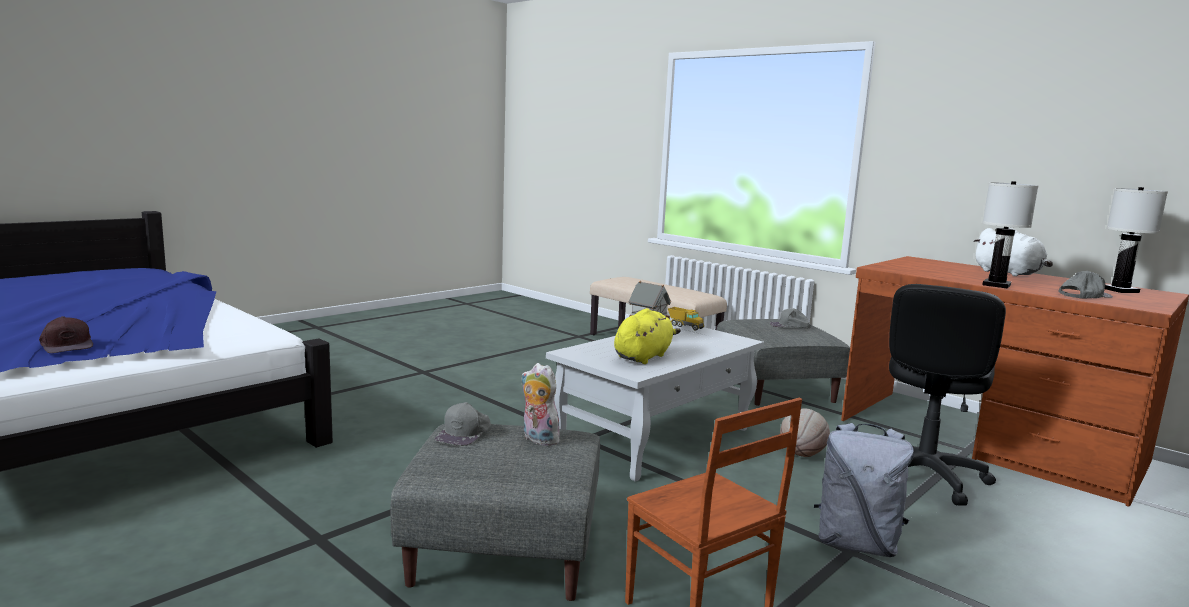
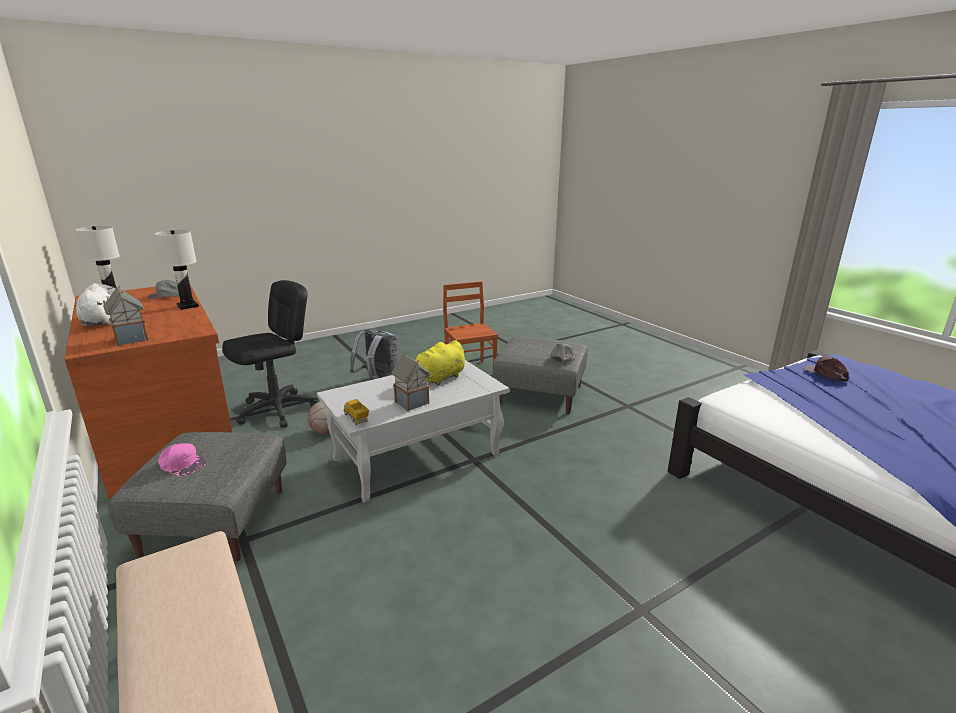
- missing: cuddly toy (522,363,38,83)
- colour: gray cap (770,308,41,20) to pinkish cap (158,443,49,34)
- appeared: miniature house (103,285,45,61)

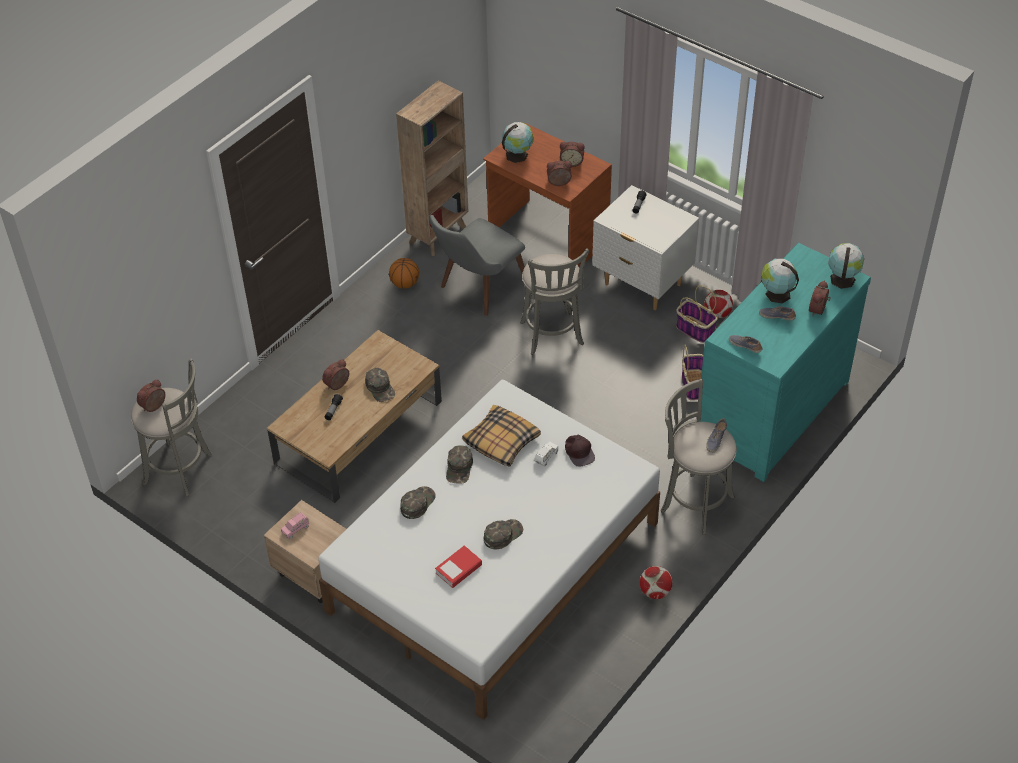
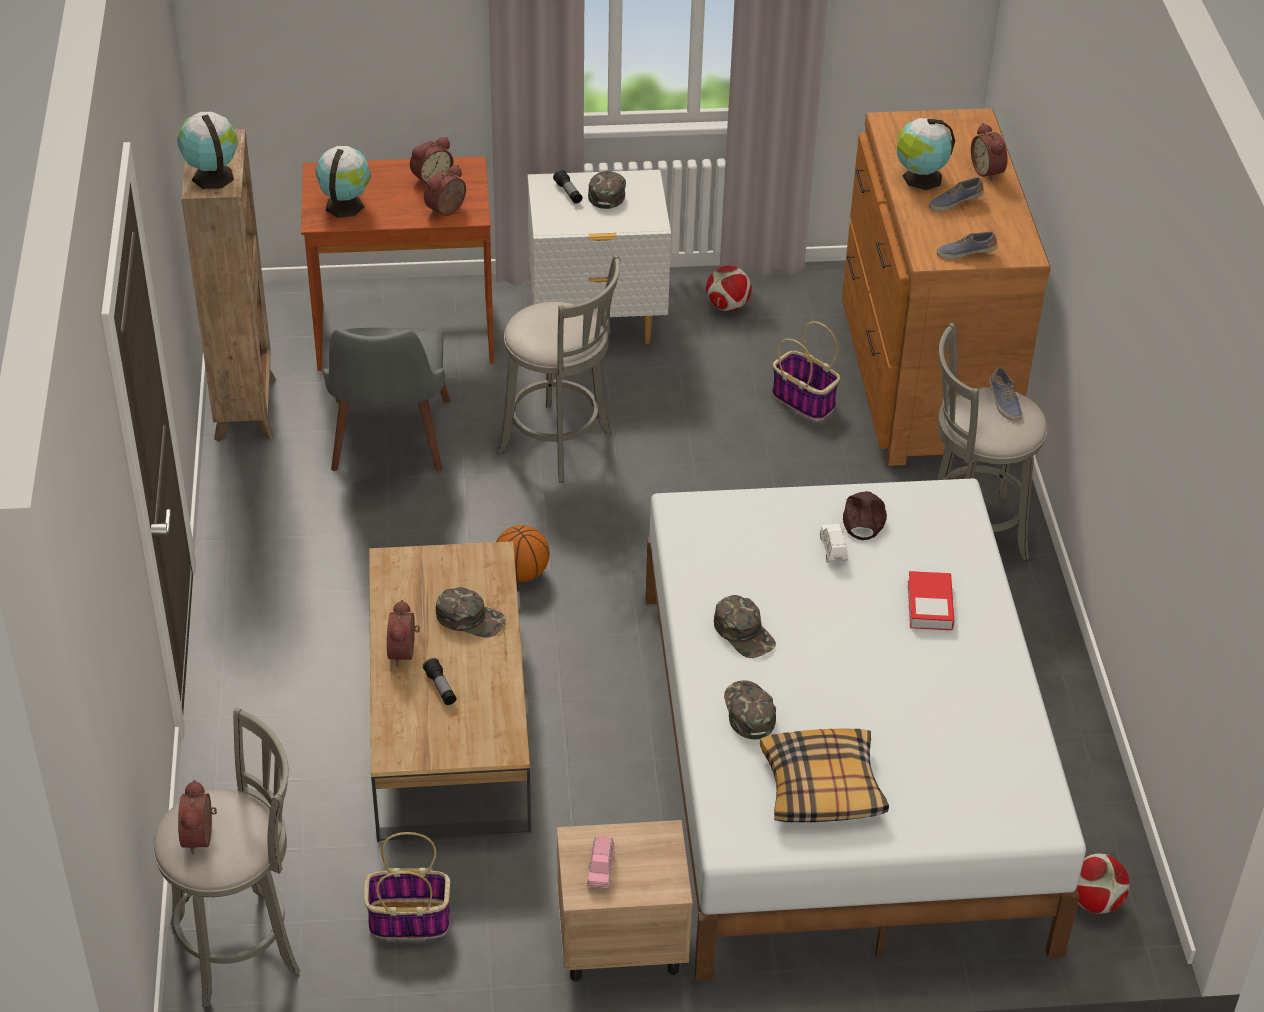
- relocated: basketball ball (389,258,30,31) to (496,525,54,57)
- relocated: bound book (435,546,47,42) to (908,571,46,59)
- relocated: cushion (462,405,79,62) to (760,729,129,93)
- relocated: green cap (484,519,39,30) to (588,171,38,38)
- spun: brown cap (565,435,30,32) = (843,491,44,49) 105 degrees counterclockwise
- relocated: football (640,566,33,33) to (1076,854,53,59)
- relocated: basket (676,285,42,58) to (364,832,86,107)
- colour: turquoise-coloured chest of drawers (701,243,170,239) to brown chest of drawers (842,108,209,358)
- relocated: globe (828,243,36,46) to (177,112,61,77)

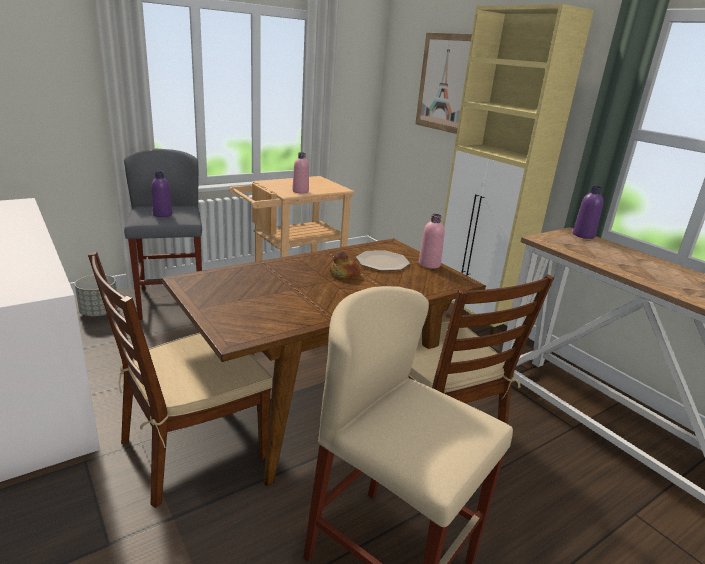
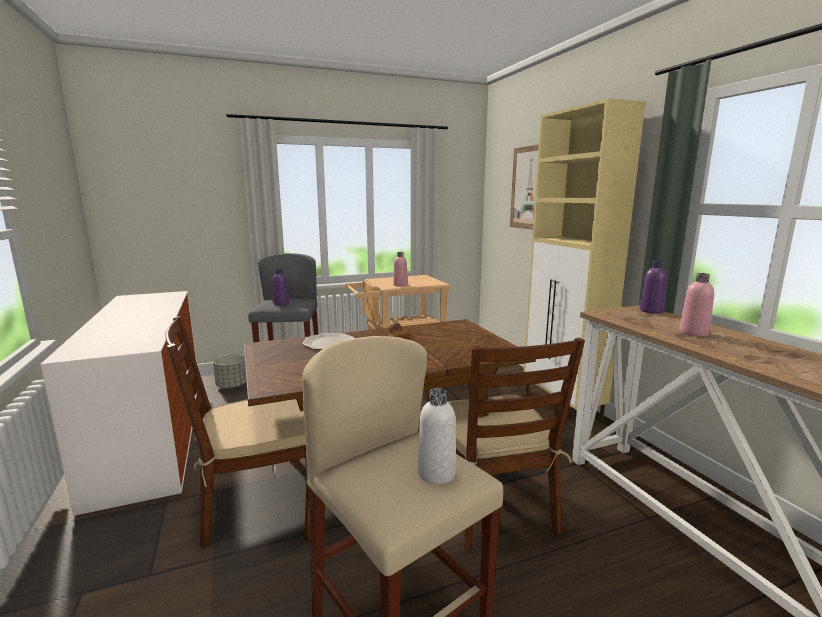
- relocated: dinner plate (356,250,54,21) to (302,333,52,16)
- relocated: pinkish beverage bottle (419,214,26,55) to (679,273,35,63)
- appeared: white-coloured beverage bottle (418,388,38,96)

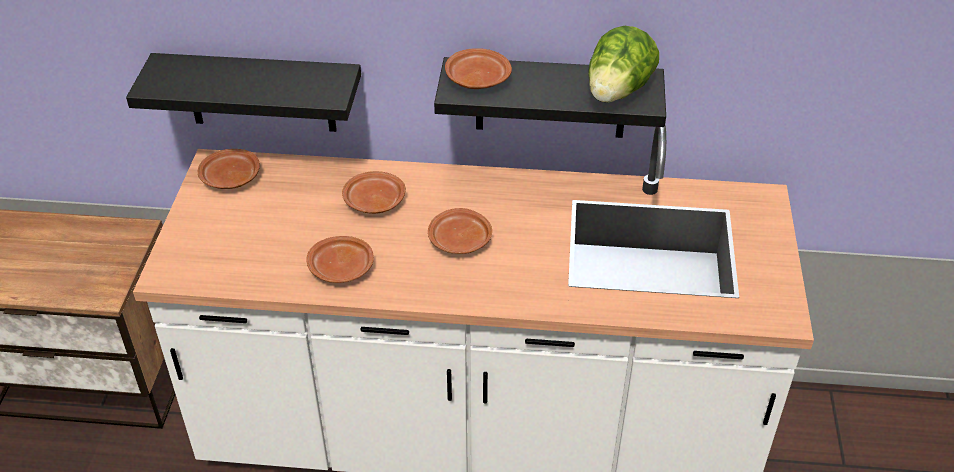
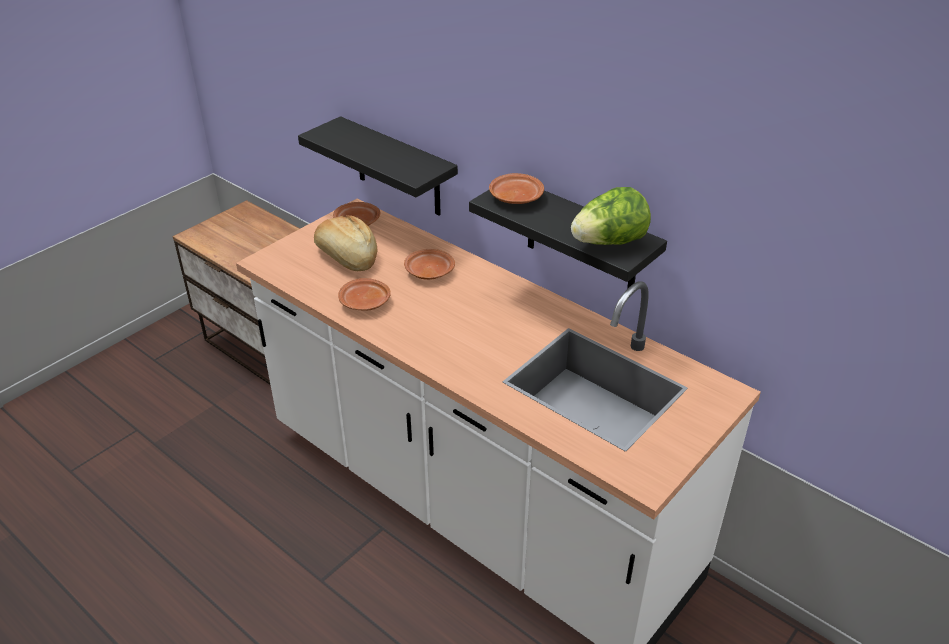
- missing: brown dinner plate (428,208,64,46)
- appeared: bread (314,215,63,56)

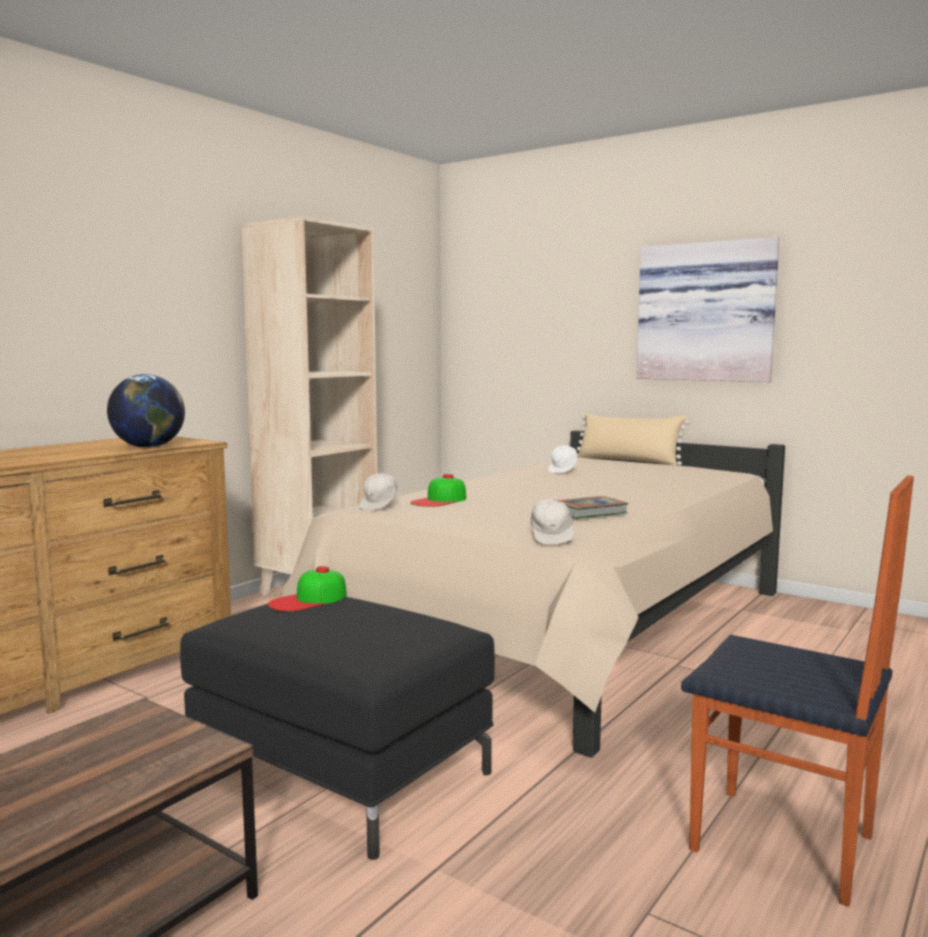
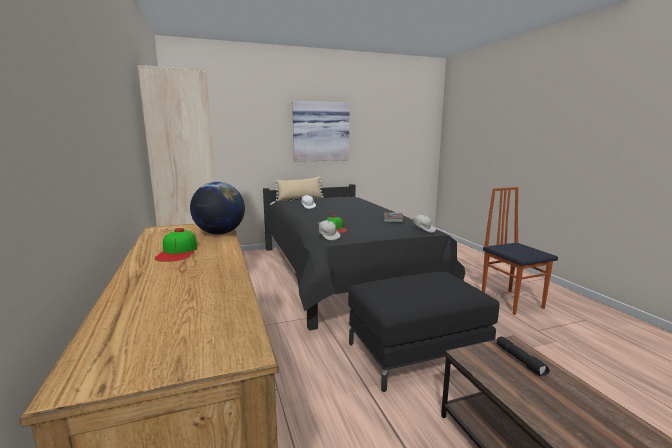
- relocated: cap (268,566,79,45) to (155,228,42,34)
- colour: beige sleeping bed (283,430,502,328) to blackish sleeping bed (263,184,202,147)
- spun: chair (681,475,233,432) = (482,187,76,128) 90 degrees counterclockwise
- appeared: blackish flashlight (497,336,53,40)

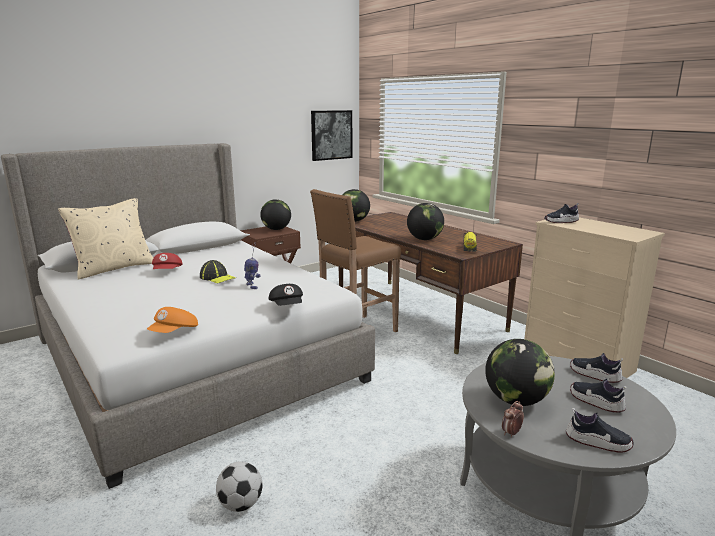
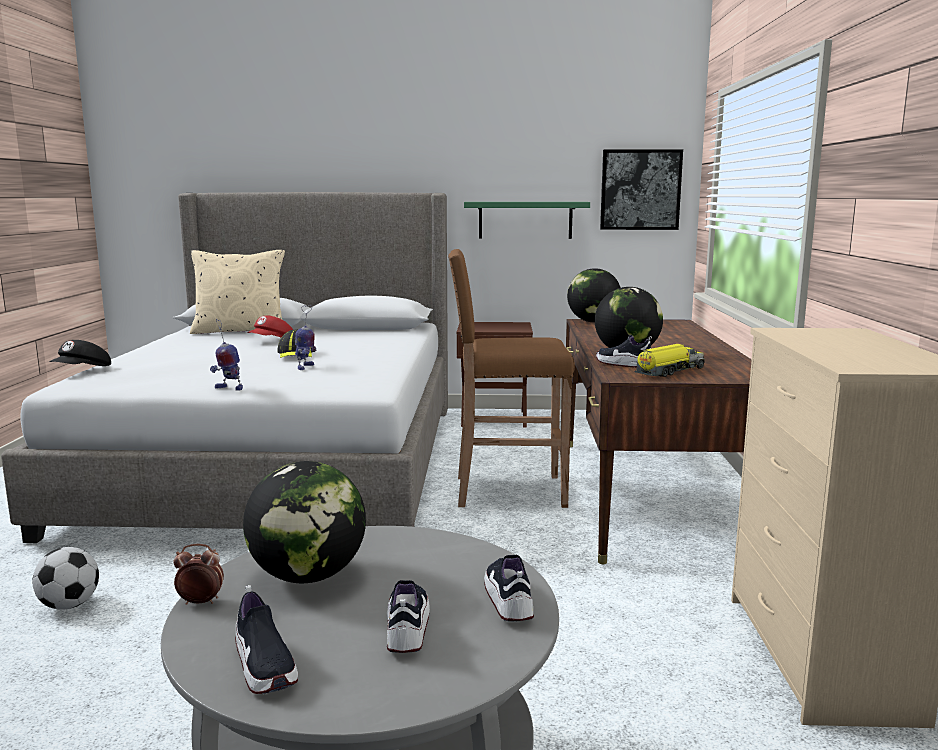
- missing: orangey cap (147,307,51,26)
- missing: globe (260,199,31,31)
- relocated: blackish cap (269,284,34,22) to (49,340,62,26)
- relocated: item of footwear (544,203,35,20) to (596,335,56,33)
- appeared: toy robot (210,319,33,72)
- appeared: green wall shelf (464,202,126,37)

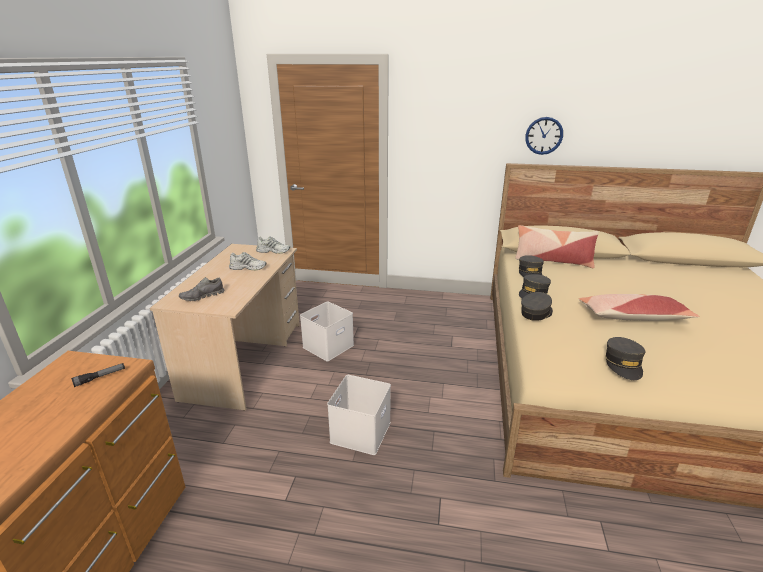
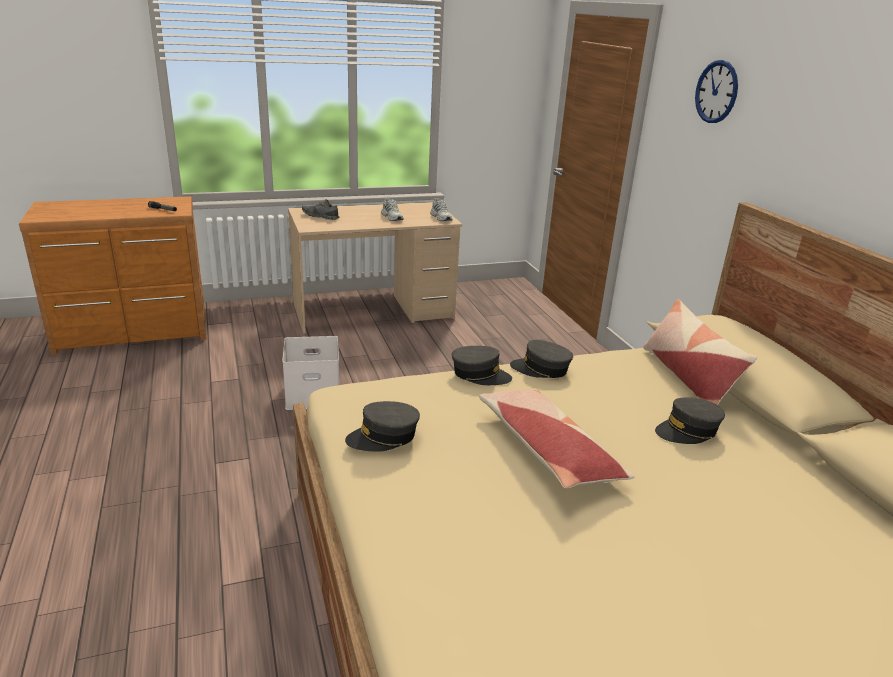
- missing: white-coloured storage container (300,301,54,60)
- relocated: gray cap (519,255,25,22) to (655,398,70,46)
- relocated: wall clock (525,117,38,38) to (695,60,43,63)

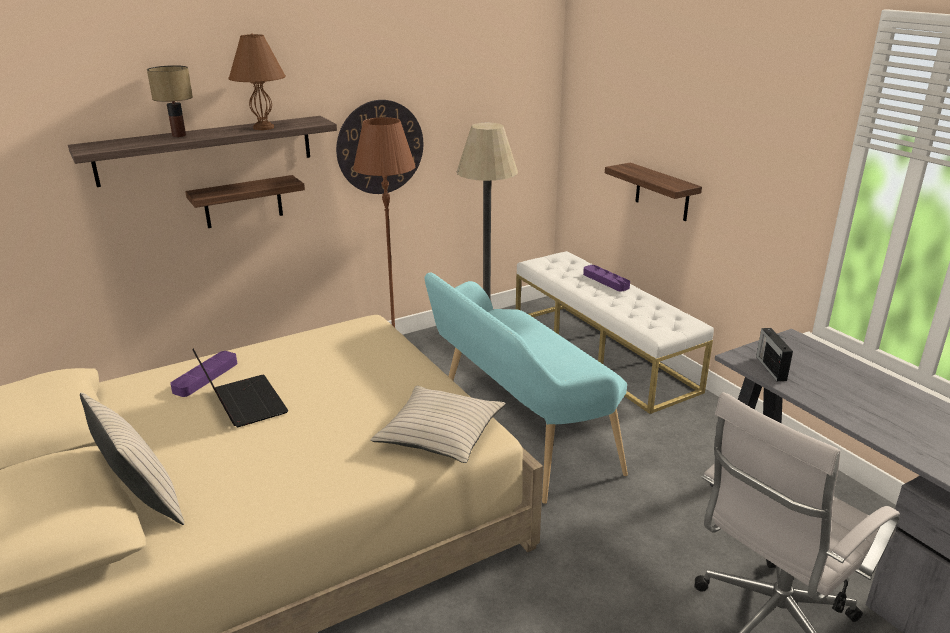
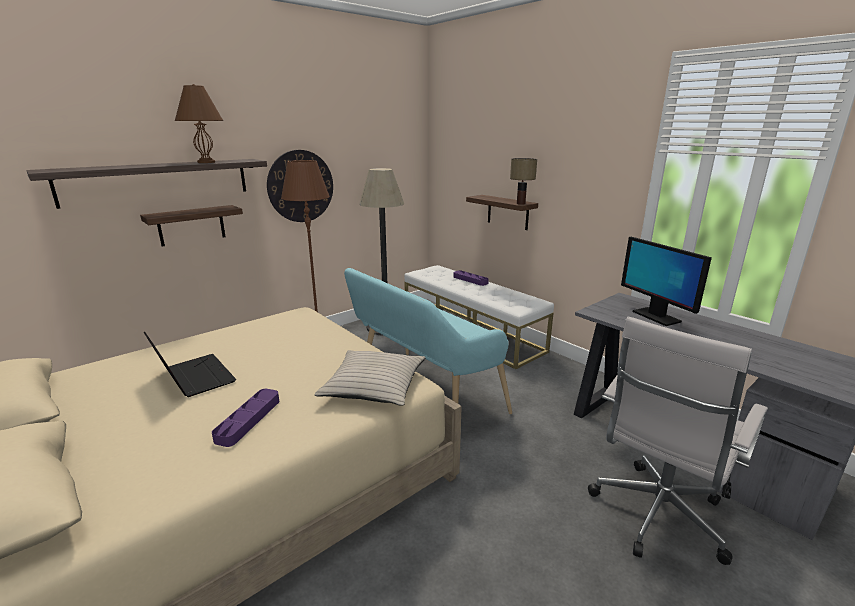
- missing: beige cushion (80,393,105,132)
- relocated: tabletop lamp (147,65,46,72) to (510,158,27,47)
- relocated: purple carrying tray (170,351,67,46) to (212,389,67,58)
- missing: radio receiver (756,328,37,53)
- appeared: monitor (621,237,91,89)

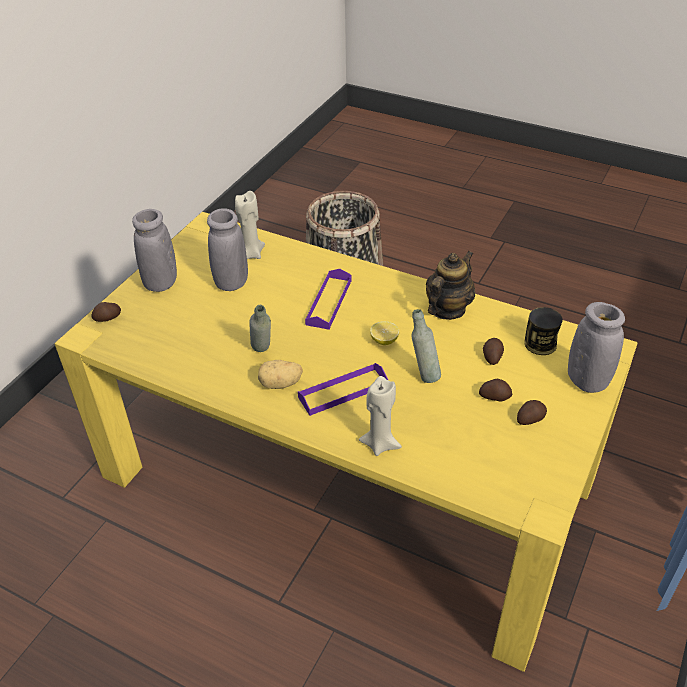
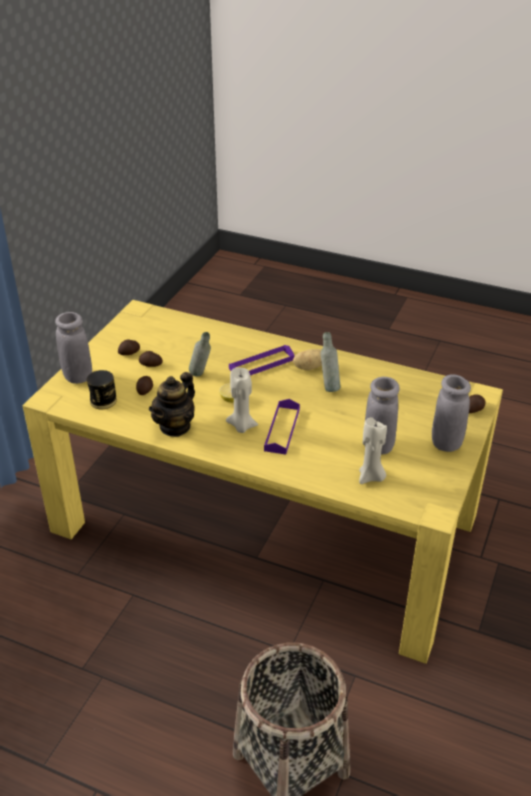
- relocated: beige wax candle (359,376,43,80) to (226,368,32,65)

